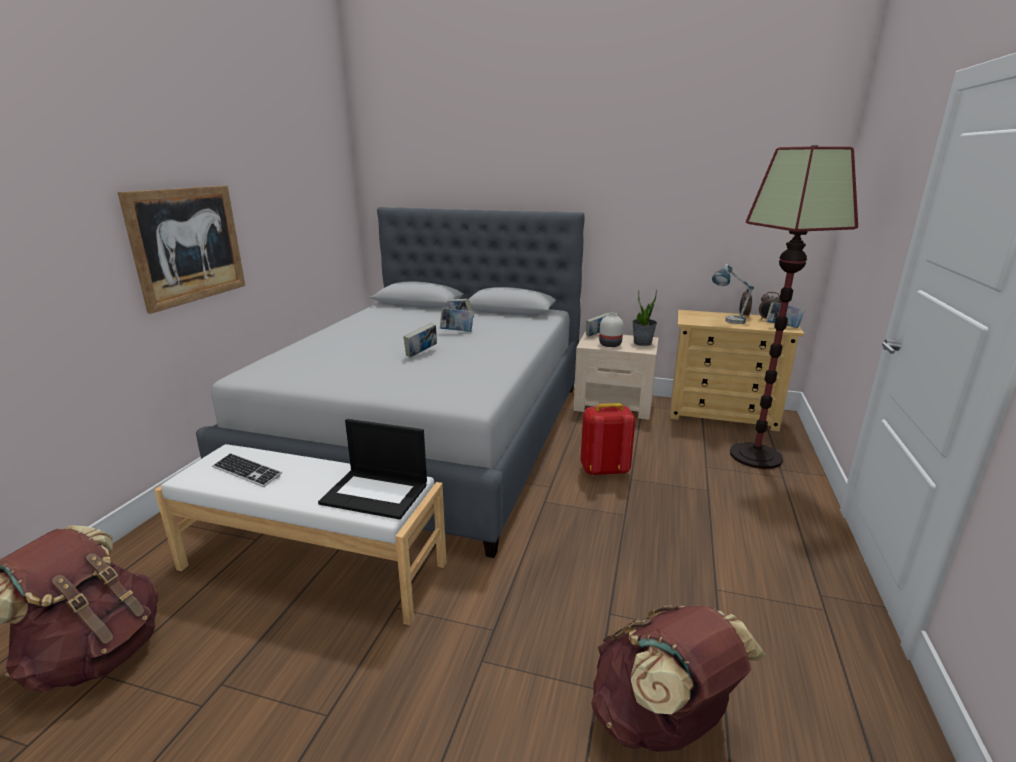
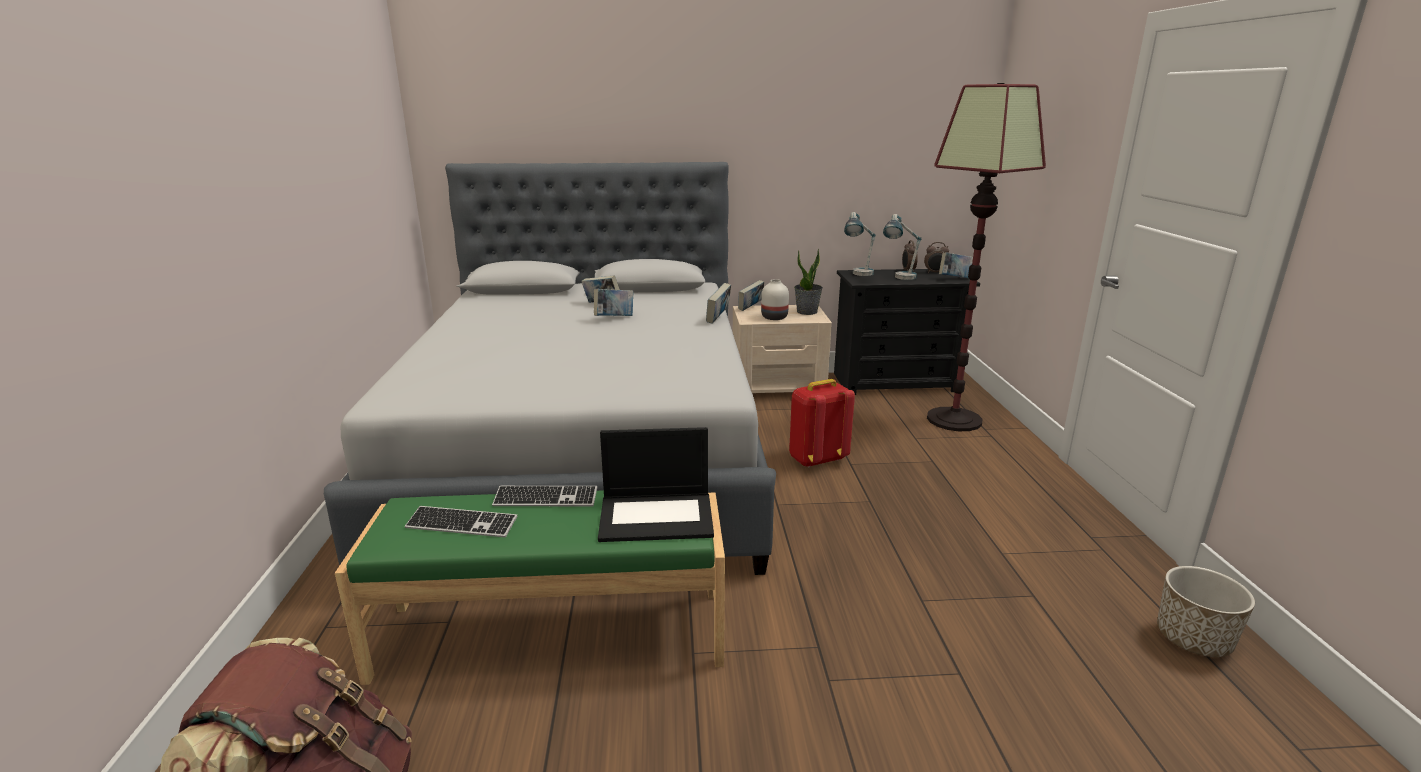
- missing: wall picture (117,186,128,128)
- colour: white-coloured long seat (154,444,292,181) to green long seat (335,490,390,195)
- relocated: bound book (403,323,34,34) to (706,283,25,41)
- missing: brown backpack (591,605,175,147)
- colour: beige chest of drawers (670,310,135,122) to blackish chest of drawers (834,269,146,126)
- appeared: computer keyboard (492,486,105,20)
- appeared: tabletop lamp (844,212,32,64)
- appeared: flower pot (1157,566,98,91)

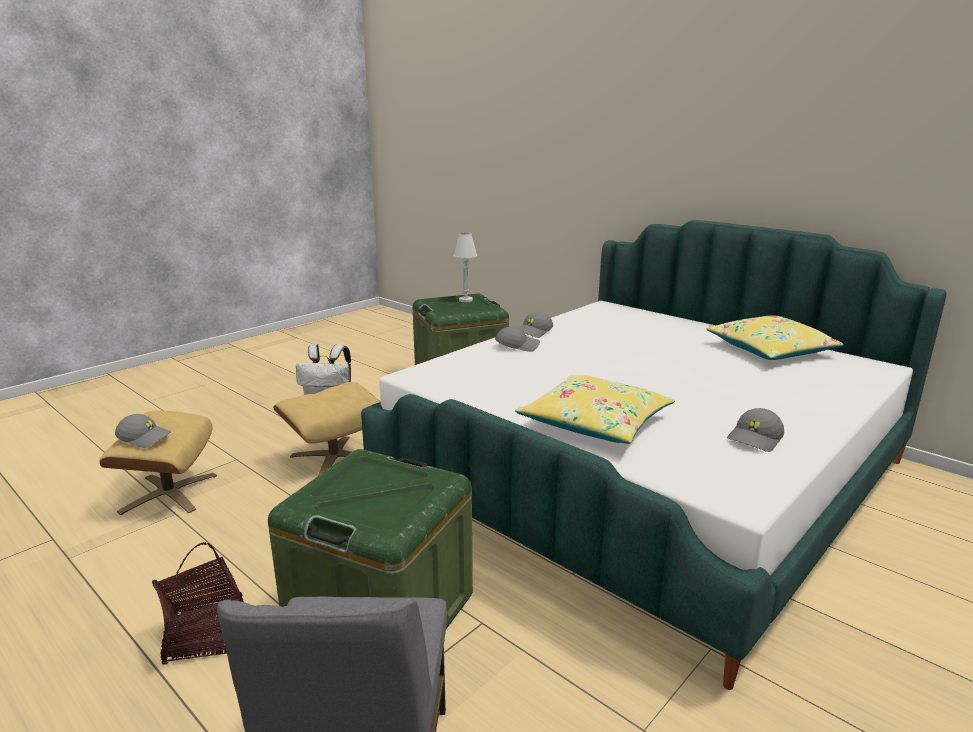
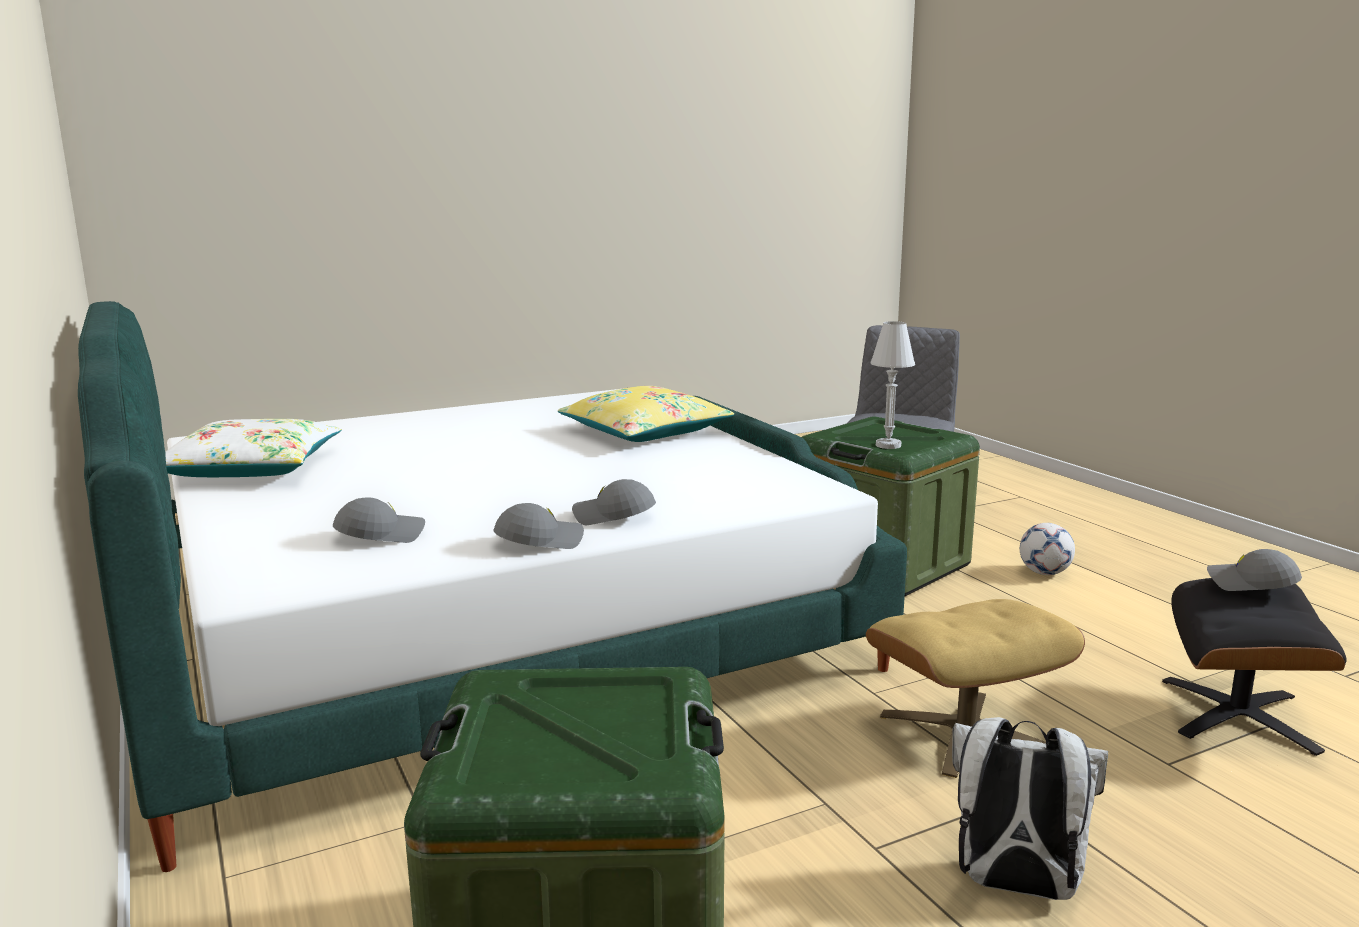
- colour: beige ottoman (99,410,118,105) to blackish ottoman (1162,578,185,178)
- exchanged: basket (152,542,91,122) to football (1020,523,55,52)
- relocated: white-coloured tabletop lamp (453,233,24,69) to (870,321,45,128)
- colour: yellowish cushion (706,315,138,45) to white-coloured cushion (165,419,177,58)
- relocated: gray cap (727,408,57,44) to (333,497,92,46)

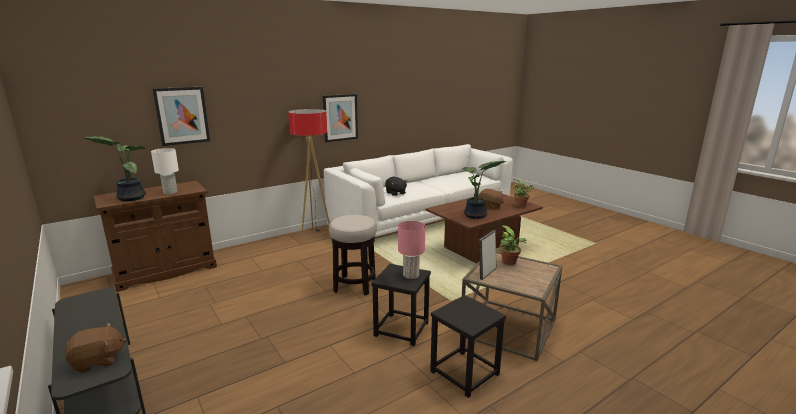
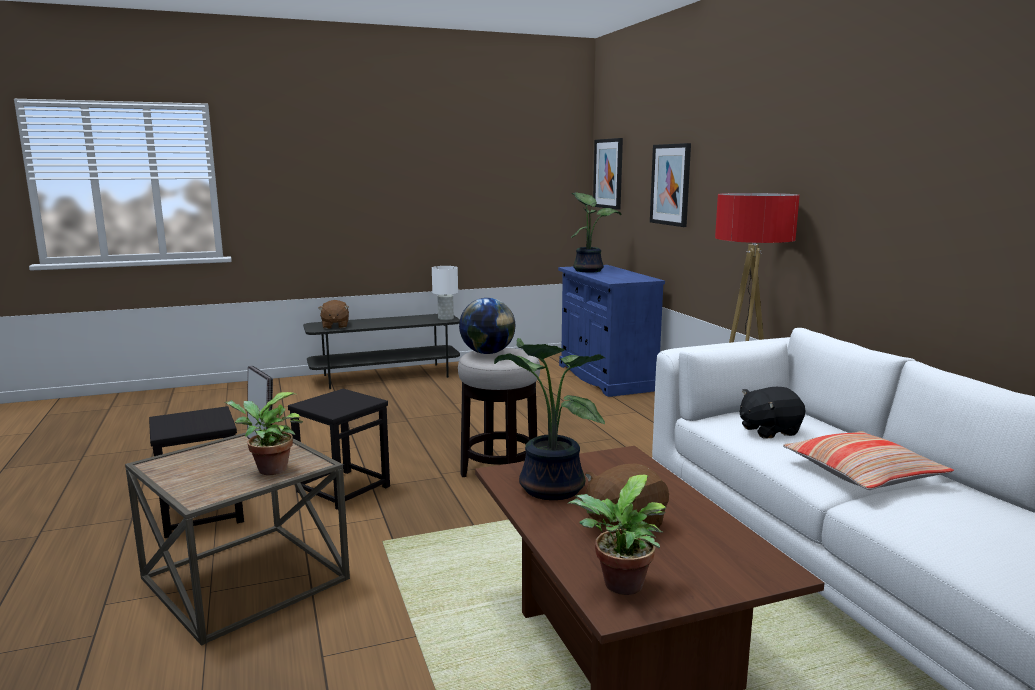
- colour: brown storage cabinet (94,181,123,111) to blue-coloured storage cabinet (558,265,107,132)
- relocated: white-coloured tabletop lamp (151,148,28,47) to (432,266,26,54)
- relocated: wall picture (323,94,35,48) to (593,138,30,72)
- missing: pinkish tabletop lamp (398,221,27,58)
- appeared: globe (459,298,57,56)
- appeared: cushion (783,431,171,59)

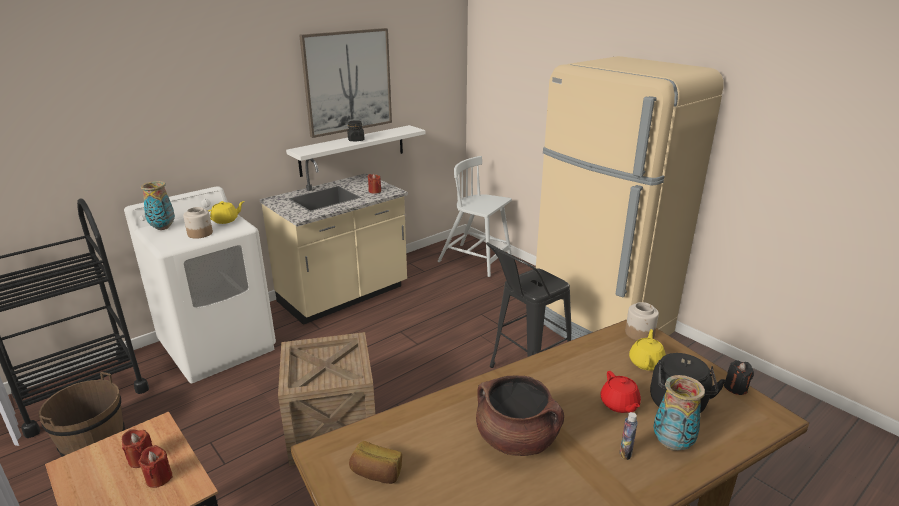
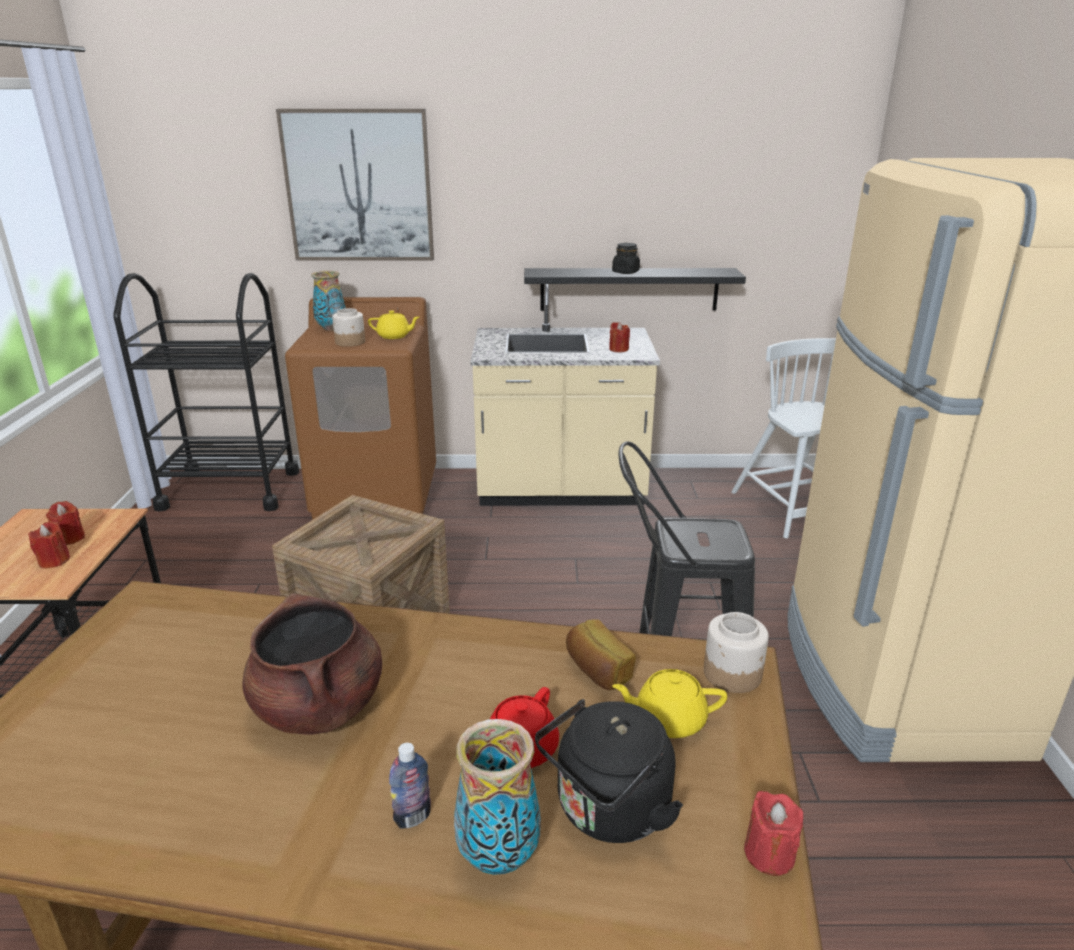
- missing: brown water bucket (39,372,86,85)
- colour: white-coloured laundry machine (124,186,152,197) to brown laundry machine (285,297,151,223)
- colour: white-coloured wall shelf (286,125,140,52) to blackish wall shelf (524,268,222,43)
- relocated: wall picture (299,28,93,110) to (276,109,158,152)
- relocated: bread (349,441,53,43) to (566,619,70,71)
- spun: yellowish pot for tea (629,329,37,42) = (612,669,115,69) 150 degrees counterclockwise
- colour: blackish wax candle (724,360,30,35) to reddish wax candle (744,791,59,85)

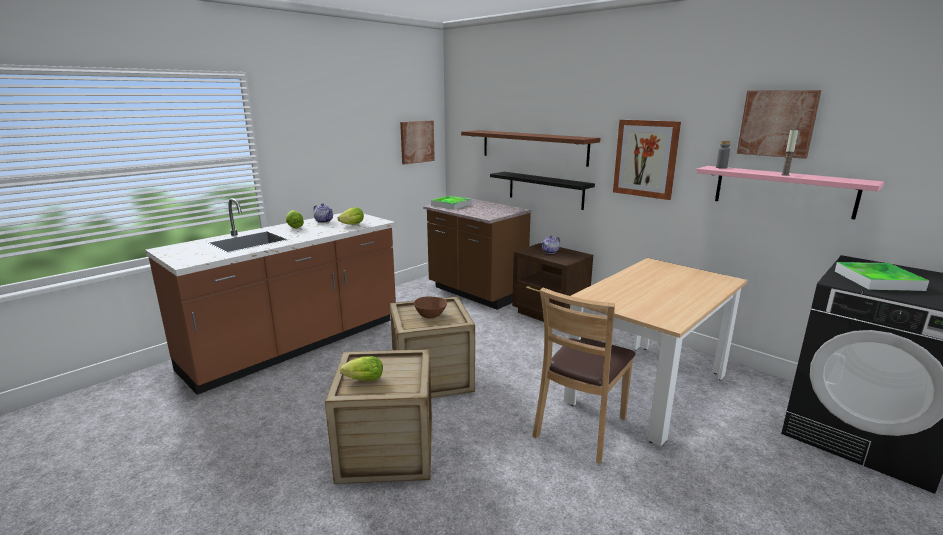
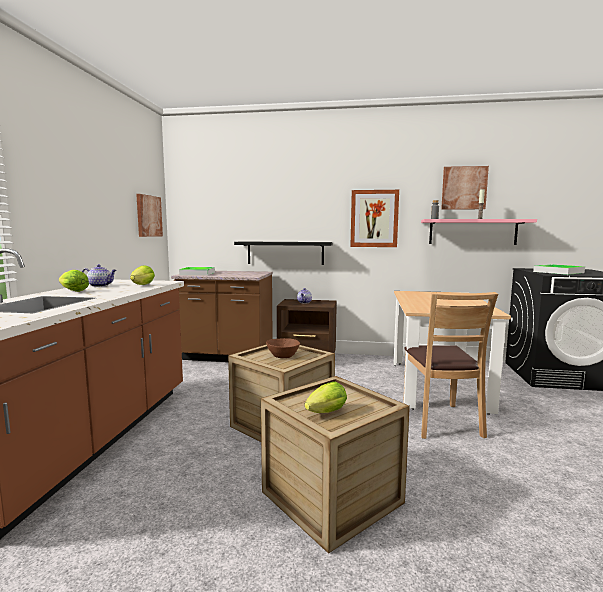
- missing: brown wall shelf (461,130,139,37)

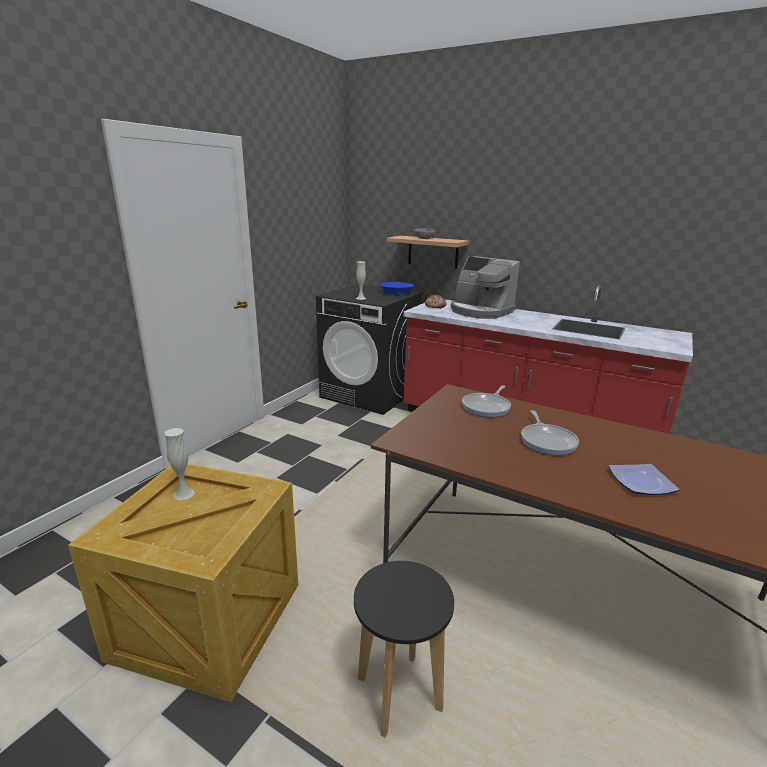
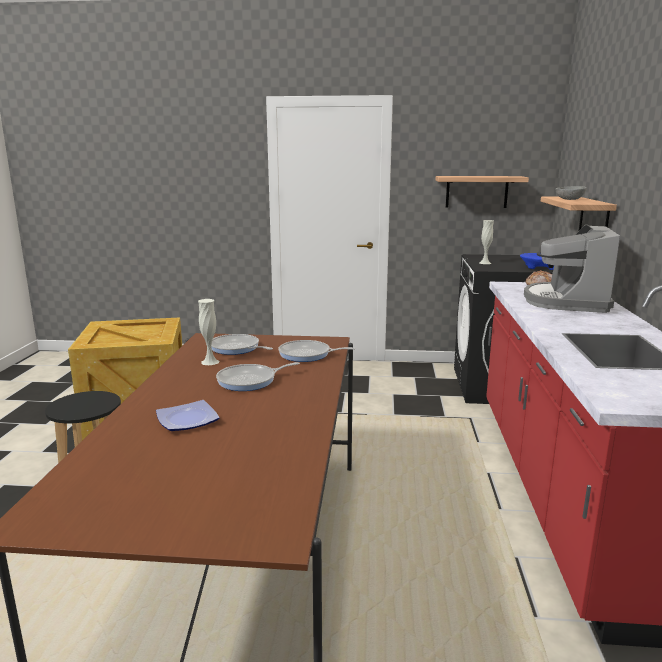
- relocated: white-coloured flower vase (164,428,31,72) to (198,299,21,66)
- appeared: skillet (211,334,62,21)
- appeared: wall shelf (436,176,93,32)

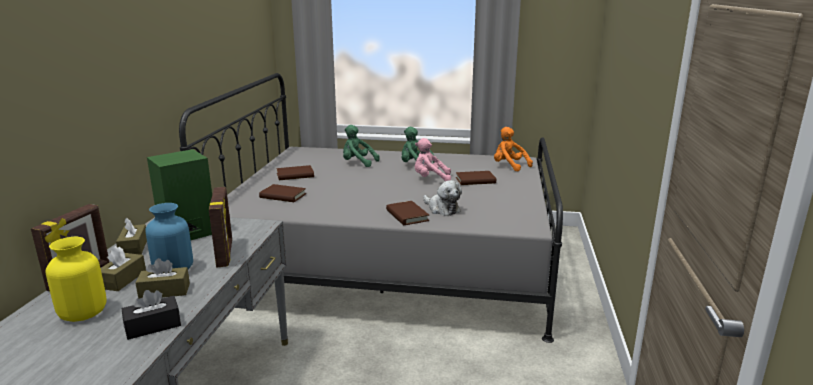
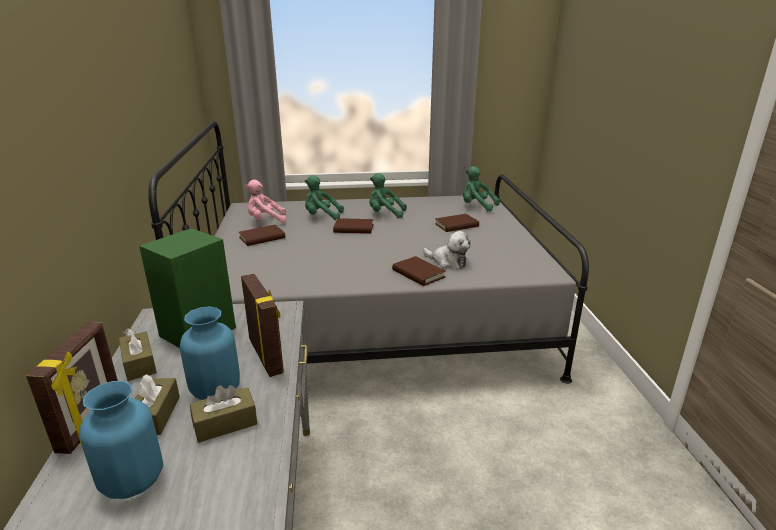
- colour: yellowish flower vase (45,236,62,86) to blue-coloured flower vase (80,381,83,118)
- missing: blackish tissue box (122,290,59,50)
- relocated: brown bound book (259,184,47,18) to (333,218,40,16)
- relocated: pinkish cuddly toy (415,138,36,43) to (245,180,42,43)
- colour: orangey cuddly toy (494,127,39,44) to green cuddly toy (463,166,37,46)

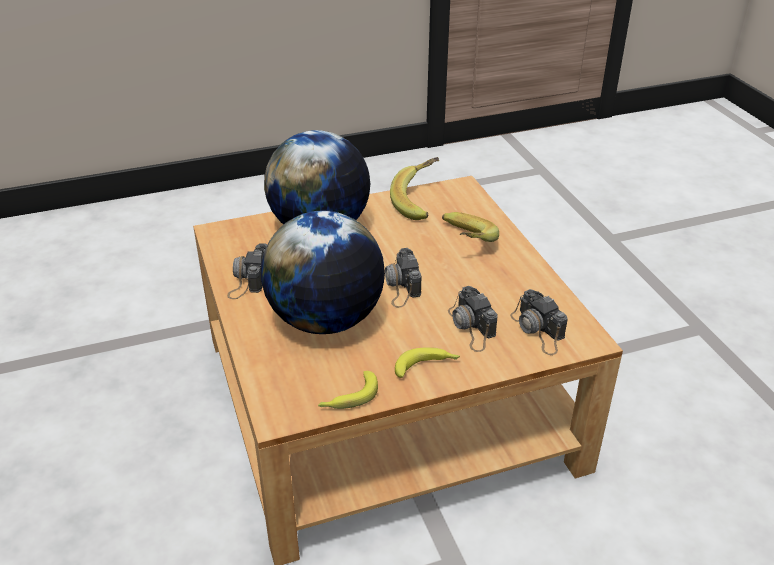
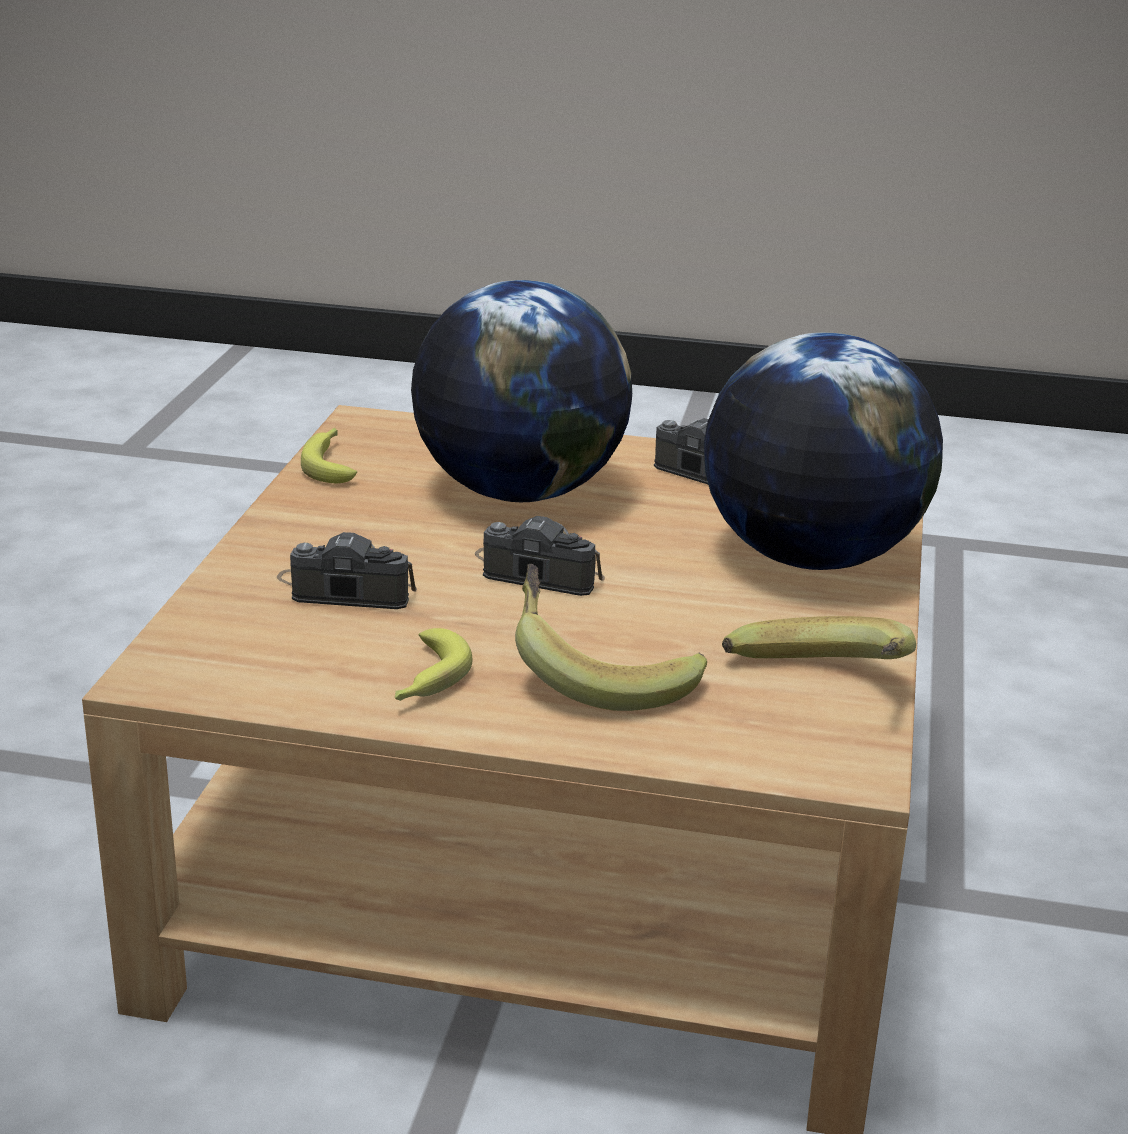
- relocated: banana fruit (395,347,65,31) to (395,628,77,73)
- missing: still camera (510,289,58,66)

